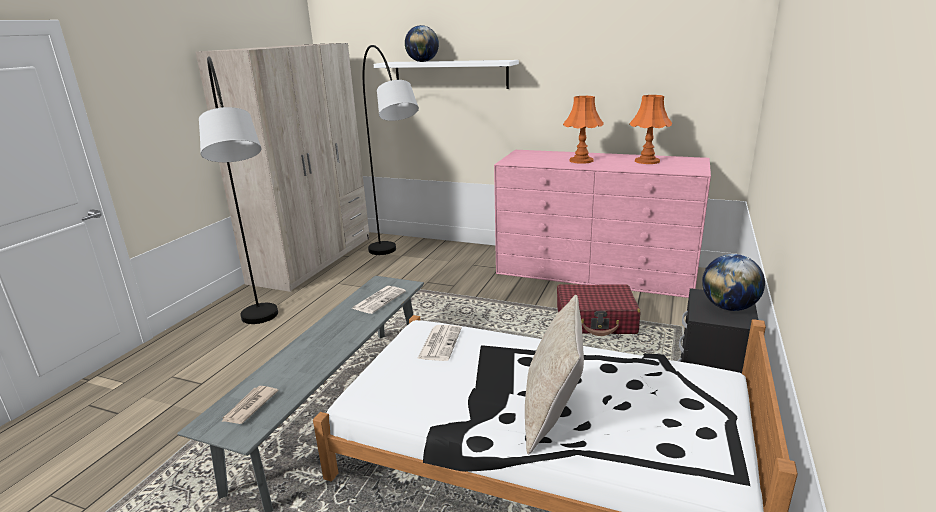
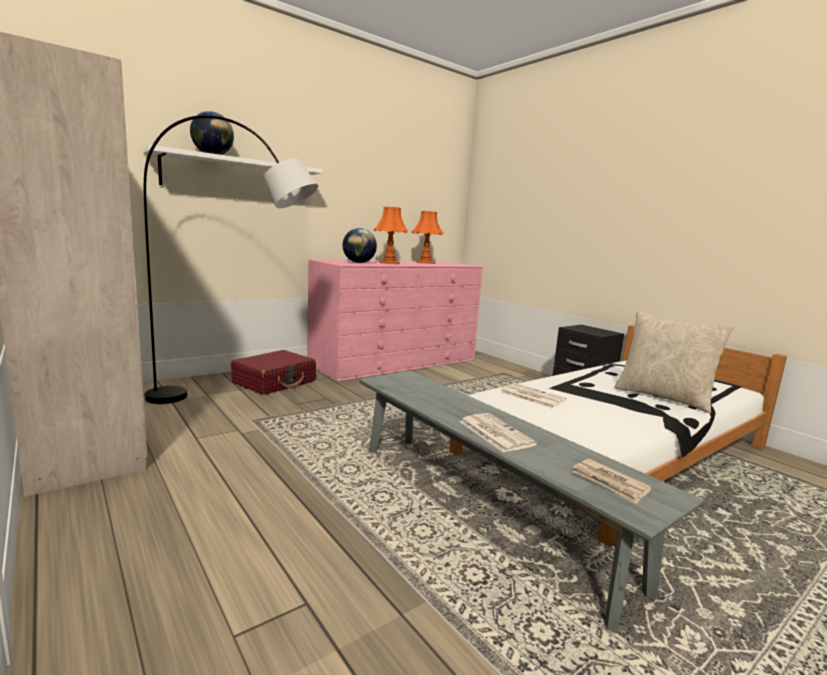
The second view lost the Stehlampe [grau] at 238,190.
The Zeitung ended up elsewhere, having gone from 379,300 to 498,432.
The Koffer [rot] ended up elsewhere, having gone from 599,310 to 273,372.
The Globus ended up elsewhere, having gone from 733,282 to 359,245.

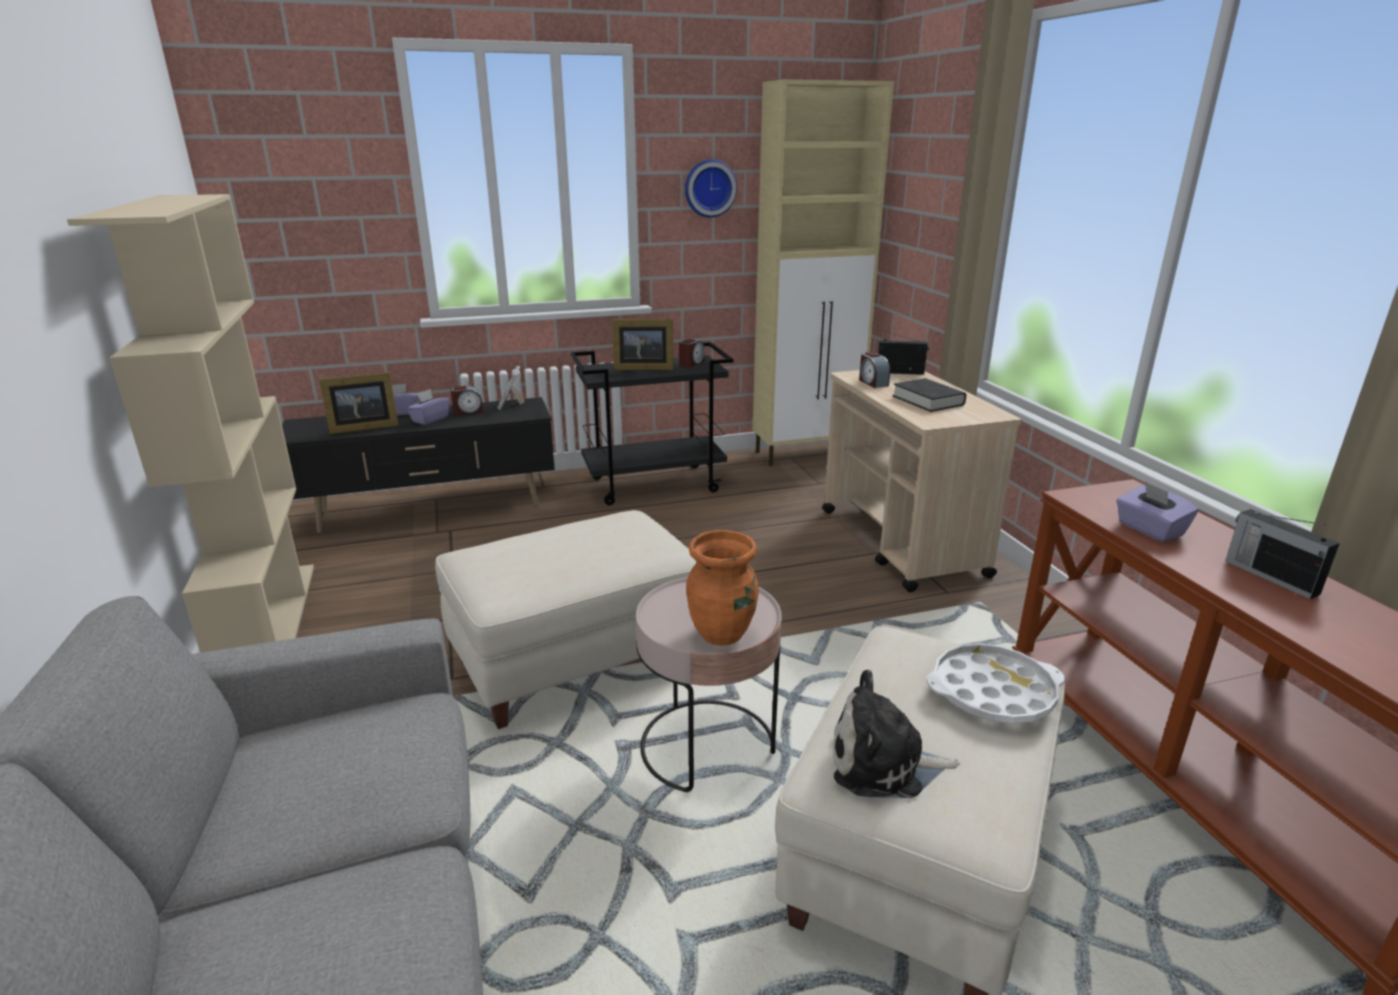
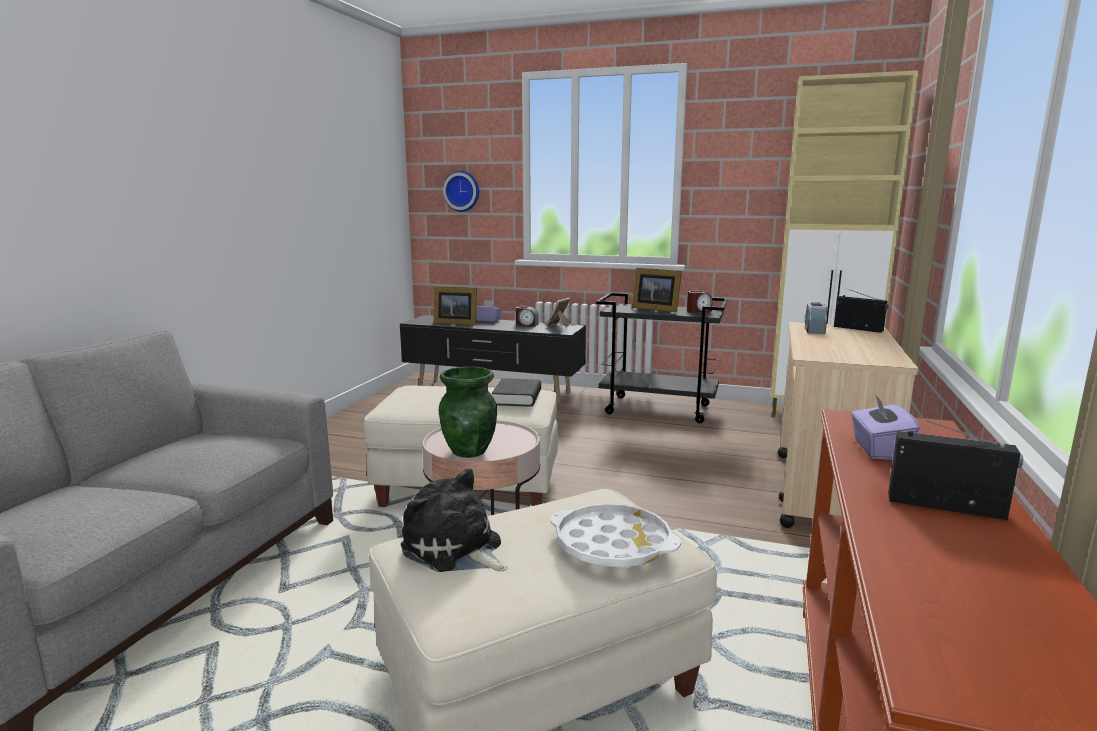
The second view lost the Bücherregal [beige] at 190,423.
The second view lost the Taschentuchbox [lila] at 428,407.
The Wanduhr ended up elsewhere, having gone from 711,188 to 461,191.
The Buch [schwarz] ended up elsewhere, having gone from 929,395 to 516,392.
What was the Vase [orange] at 722,588 turned into the Vase [grün] at 468,412.
The Radio at 1282,554 ended up facing another way, 105 degrees clockwise from before.

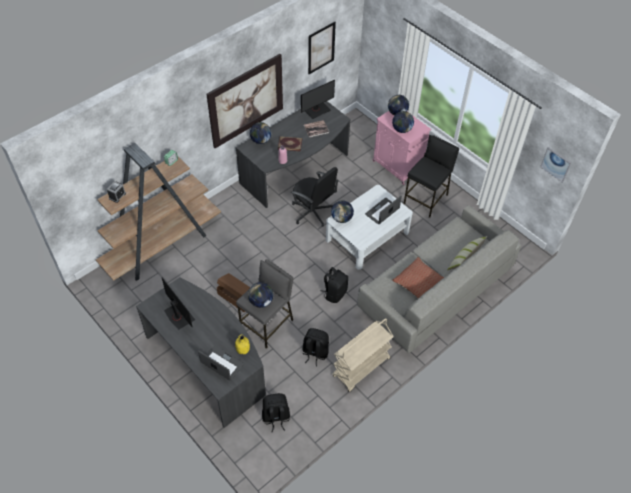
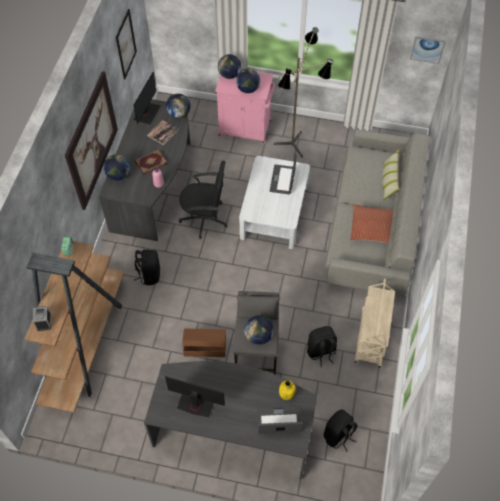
The Rucksack [schwarz] ended up elsewhere, having gone from 334,285 to 147,267.
The Globus ended up elsewhere, having gone from 342,211 to 178,106.
Where the Hocker [schwarz] stood at 431,176, the Stehlampe came to stand at 303,92.

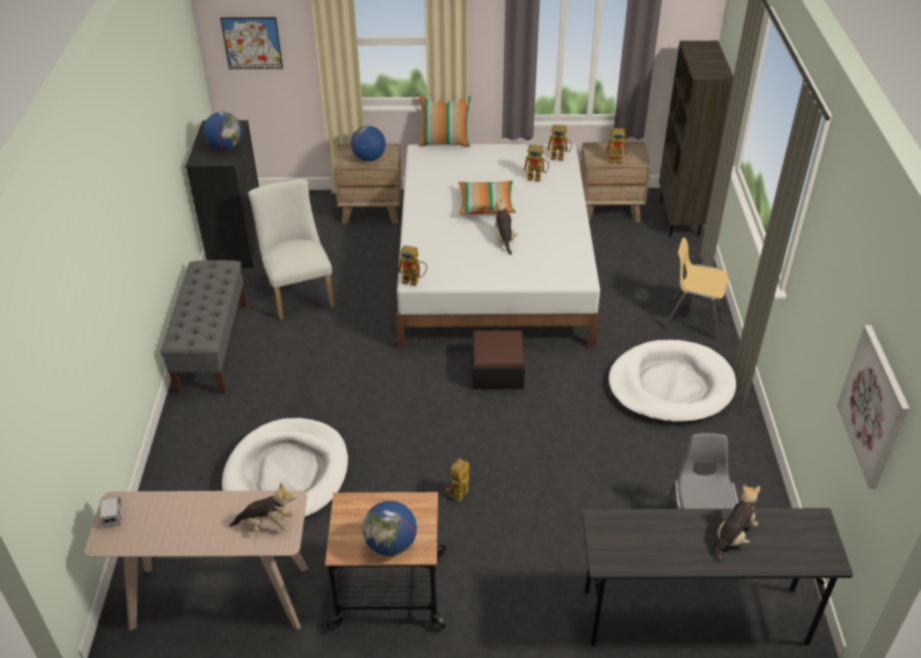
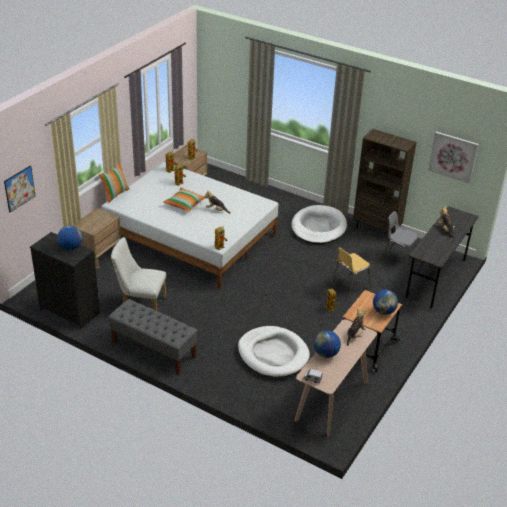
The second view lost the Polsterhocker at 498,359.
The Globus ended up elsewhere, having gone from 368,143 to 327,344.
The Bücherregal [braun] ended up elsewhere, having gone from 696,139 to 384,185.
The Stuhl [gelb] ended up elsewhere, having gone from 696,288 to 350,273.

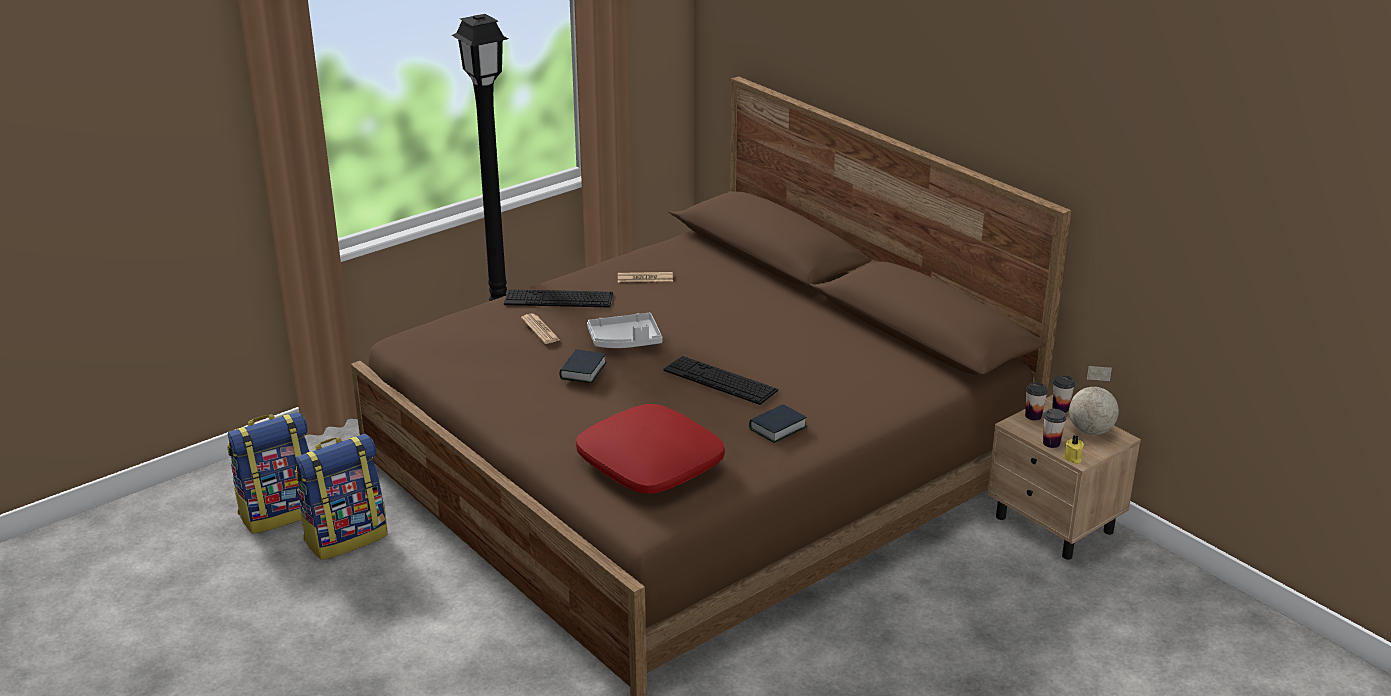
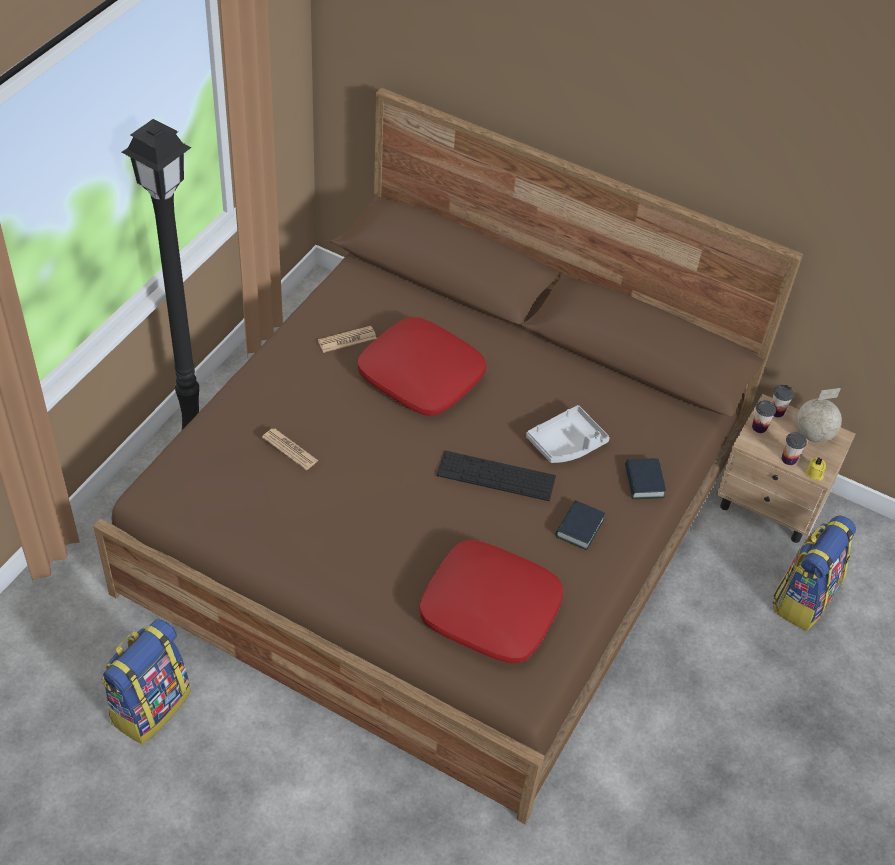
The second view lost the Tastatur at 558,298.
The second view gained the Kissen [rot] at 422,366.
The Rucksack ended up elsewhere, having gone from 268,473 to 814,573.
The Buch ended up elsewhere, having gone from 583,366 to 645,478.
The Tablett [grau] ended up elsewhere, having gone from 625,330 to 568,434.

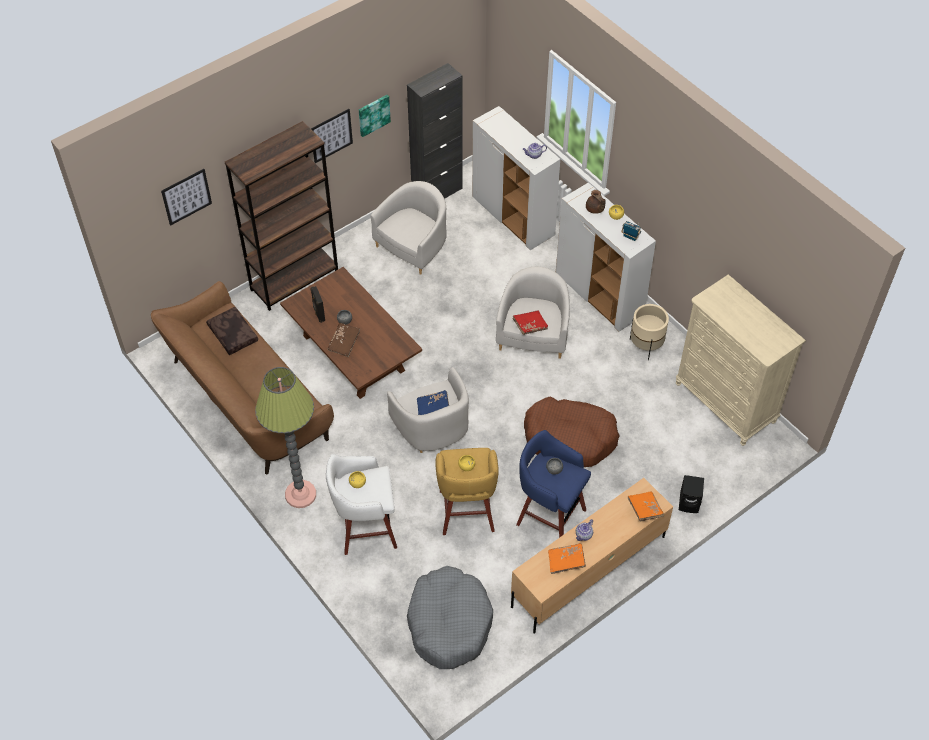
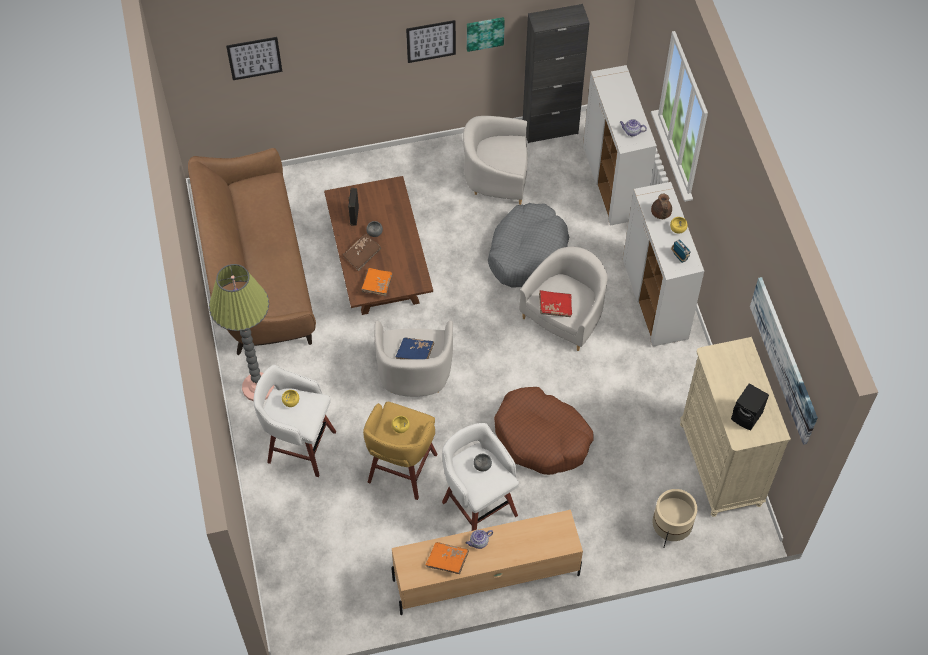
The second view lost the Kissen [braun] at 232,331.
The second view lost the Bücherregal [braun] at 281,216.
The second view gained the Bild at 784,361.
The Hundebett [grau] ended up elsewhere, having gone from 450,617 to 528,245.
The Buch [orange] ended up elsewhere, having gone from 646,506 to 377,282.
The Pflanzkübel [beige] ended up elsewhere, having gone from 649,332 to 674,518.
The Lautsprecher [schwarz] ended up elsewhere, having gone from 691,494 to 750,406.
What was the Hocker [blau] at 553,484 turned into the Hocker [weiß] at 480,477.
The Sessel [weiß] at 408,228 ended up facing another way, 150 degrees counterclockwise from before.

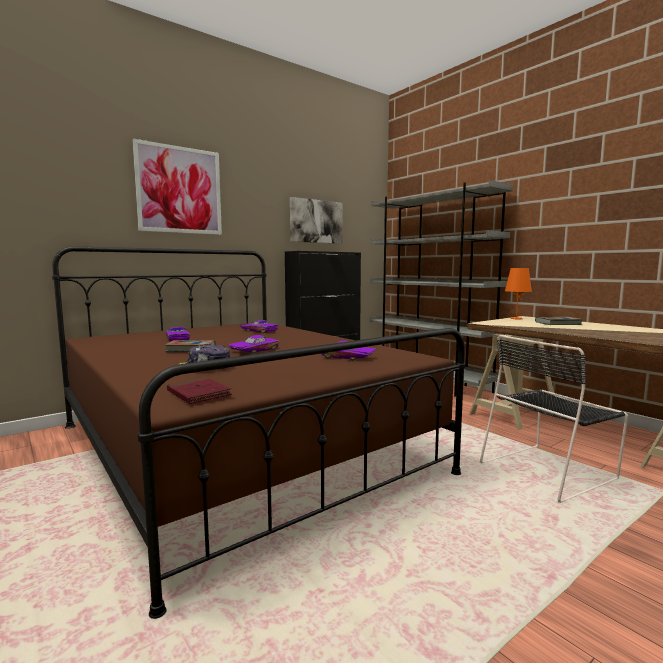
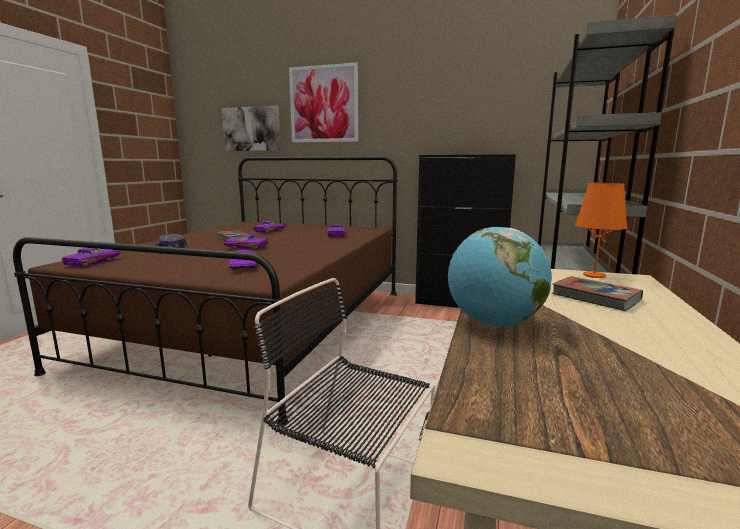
The second view gained the Globus at 500,277.
The Bild ended up elsewhere, having gone from 316,220 to 251,128.
Where the Buch [rot] stood at 199,390, the Spielzeugauto [lila] came to stand at 91,257.

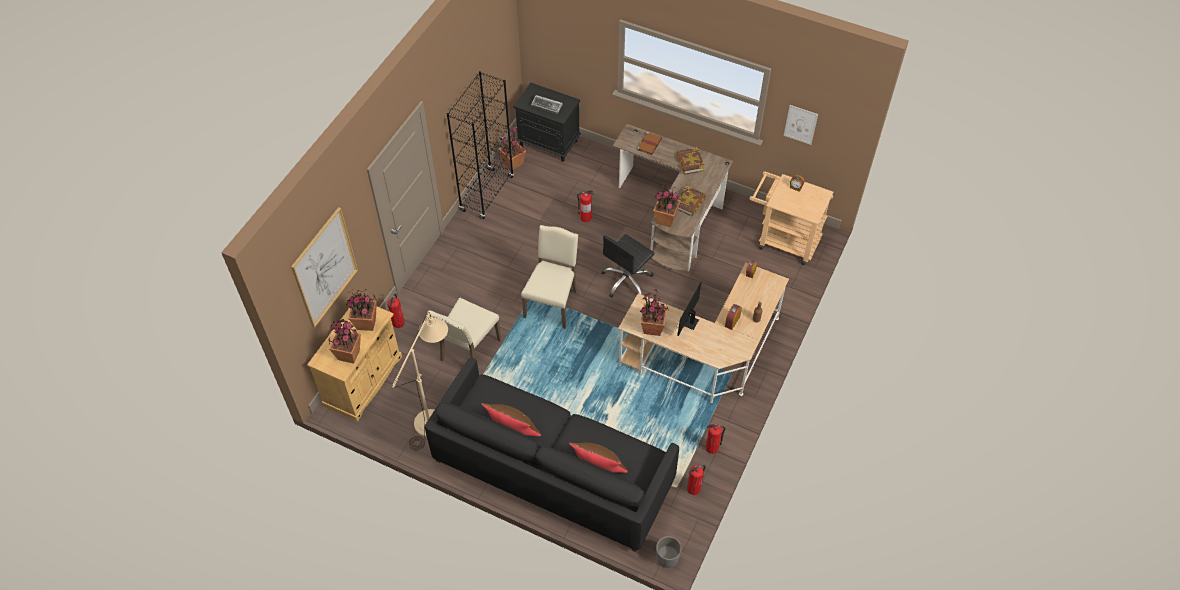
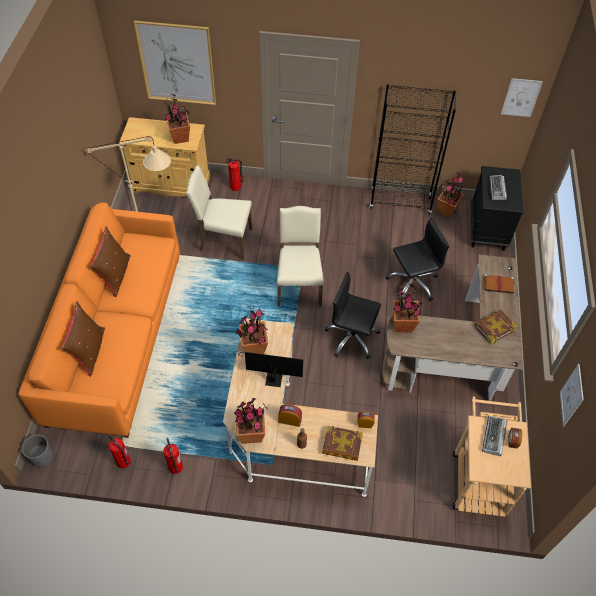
The second view gained the Tastatur at 494,436.
The second view gained the Bild at 522,97.
The Topfpflanze ended up elsewhere, having gone from 345,341 to 250,421.
The Buch ended up elsewhere, having gone from 691,201 to 342,443.
Where the Feuerlöscher stood at 585,206, the Bürostuhl [schwarz] came to stand at 417,259.
What was the Sofa [schwarz] at 552,455 turned into the Sofa [orange] at 99,320.
The Stuhl [beige] at 549,277 ended up facing another way, 90 degrees counterclockwise from before.

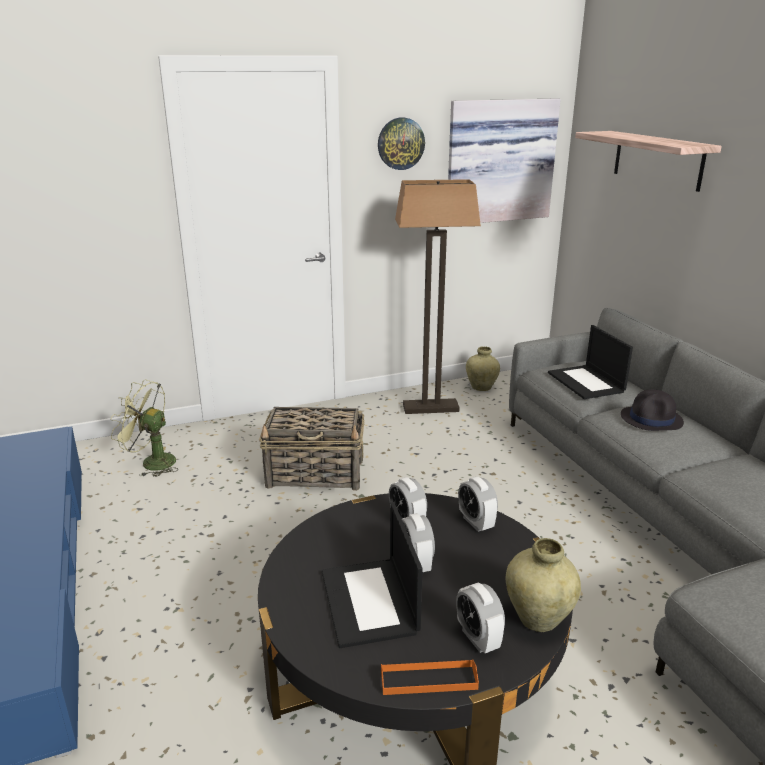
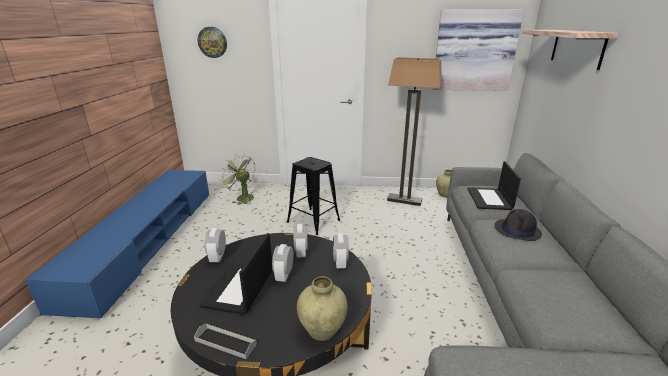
The Wanduhr ended up elsewhere, having gone from 401,143 to 212,42.
The Wecker ended up elsewhere, having gone from 480,618 to 215,245.
Where the Korb stood at 311,449, the Hocker [schwarz] came to stand at 313,196.
What was the Tablett [orange] at 430,677 turned into the Tablett [grau] at 225,341.

